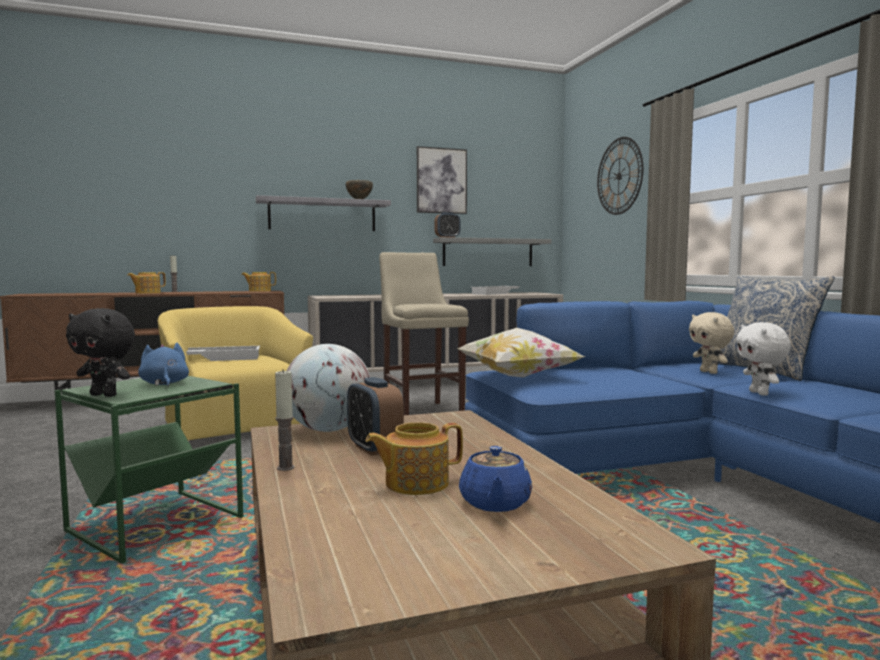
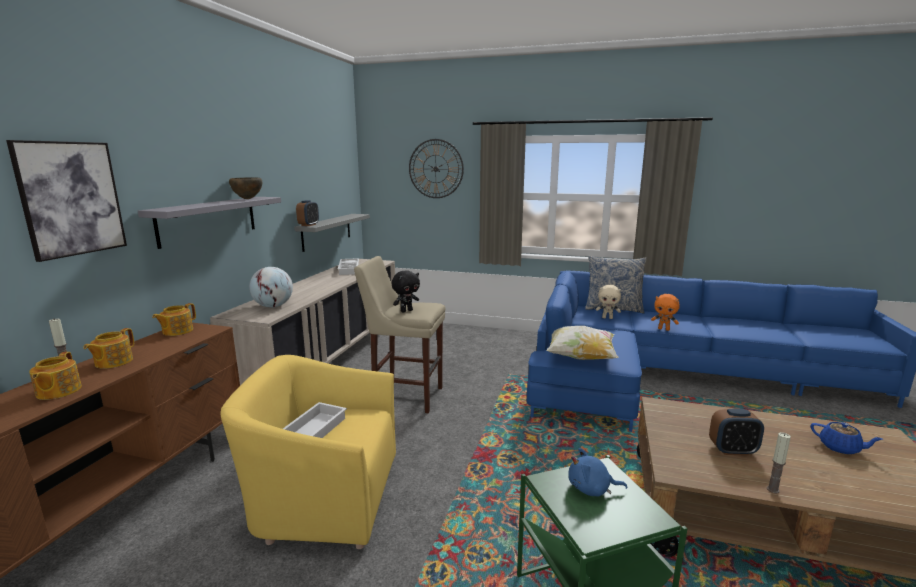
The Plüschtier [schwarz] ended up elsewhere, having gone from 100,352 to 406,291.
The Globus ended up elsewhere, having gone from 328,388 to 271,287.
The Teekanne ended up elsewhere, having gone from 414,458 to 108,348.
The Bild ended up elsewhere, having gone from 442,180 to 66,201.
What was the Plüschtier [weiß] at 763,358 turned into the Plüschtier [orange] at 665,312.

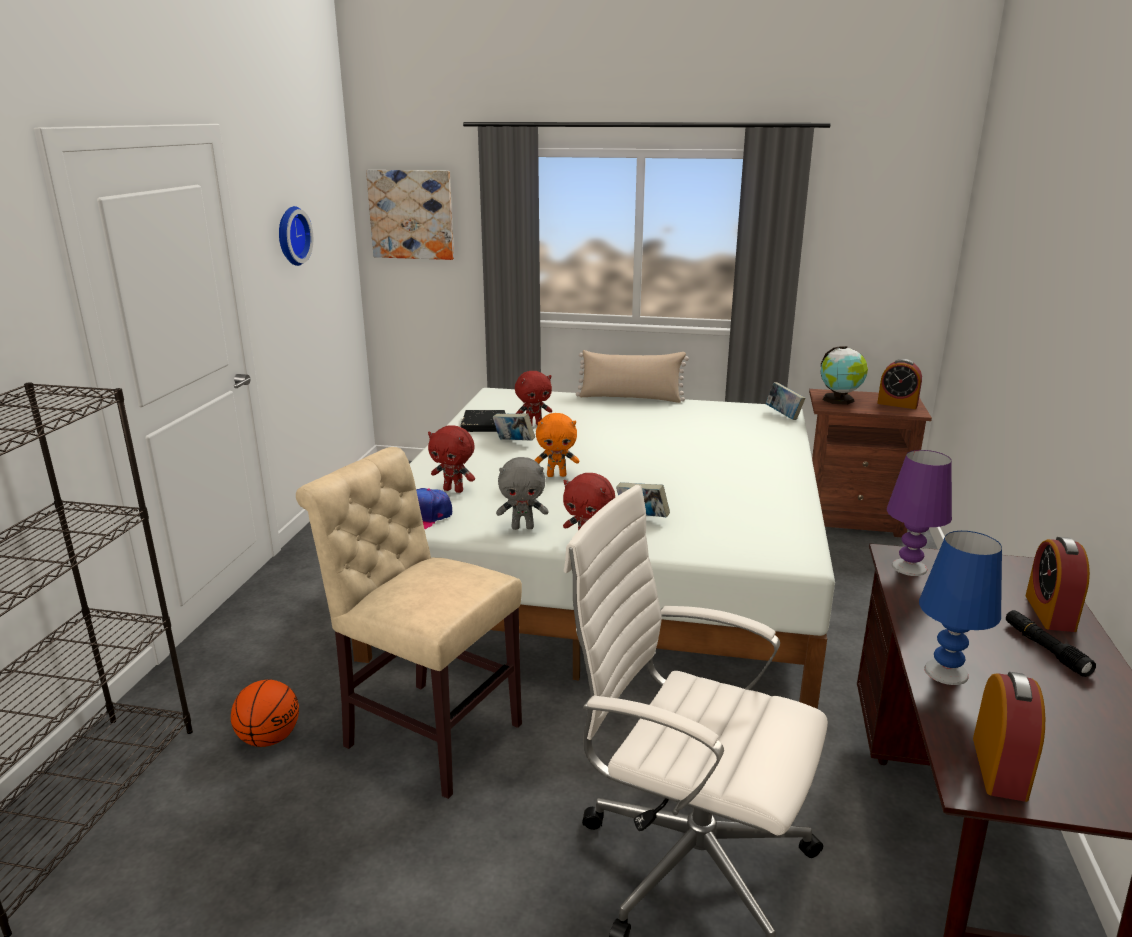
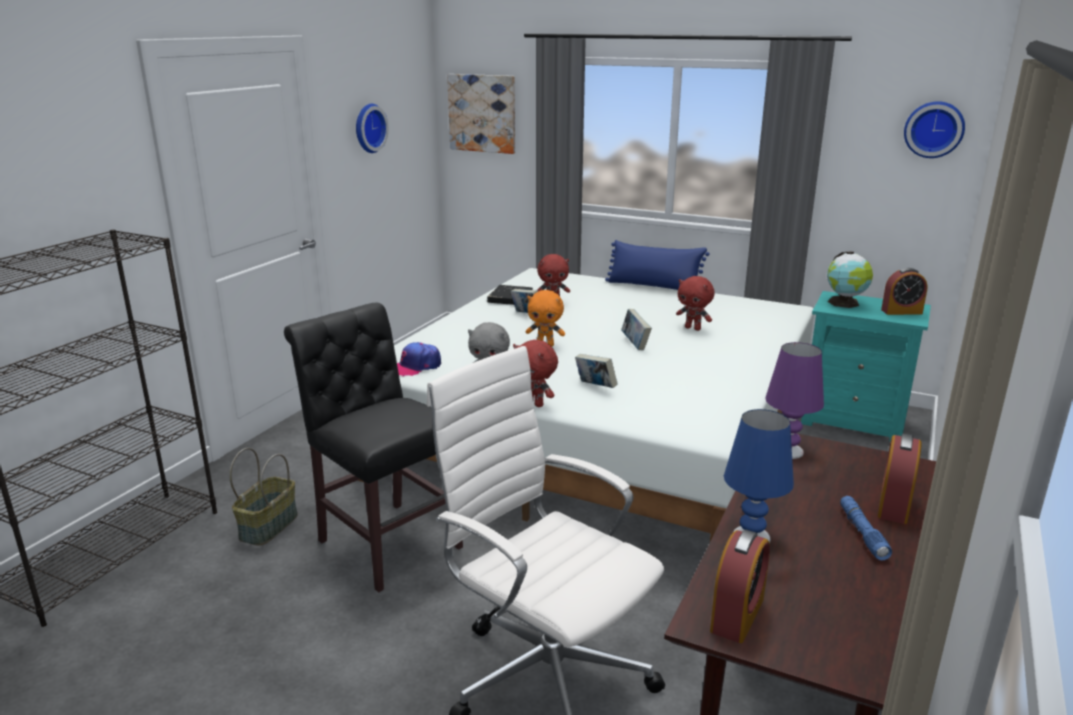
The second view gained the Wanduhr at 934,129.
The Plüschtier [rot] ended up elsewhere, having gone from 451,459 to 695,303.
The Buch ended up elsewhere, having gone from 785,401 to 636,329.
Where the Basketball stood at 265,713, the Korb came to stand at 264,497.
What was the Stuhl [beige] at 409,623 turned into the Stuhl [schwarz] at 373,447.
What was the Kissen [beige] at 632,376 turned into the Kissen [blau] at 657,265.
What was the Nachttisch [braun] at 870,463 turned into the Nachttisch [türkis] at 866,366.
What was the Taschenlampe [schwarz] at 1051,643 turned into the Taschenlampe [blau] at 866,528.
The Wecker at 899,384 ended up facing another way, 45 degrees counterclockwise from before.

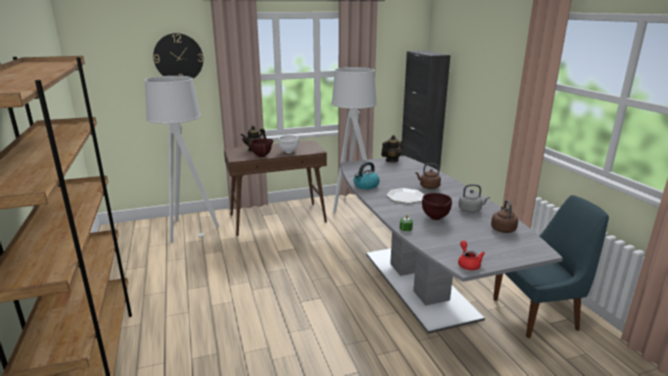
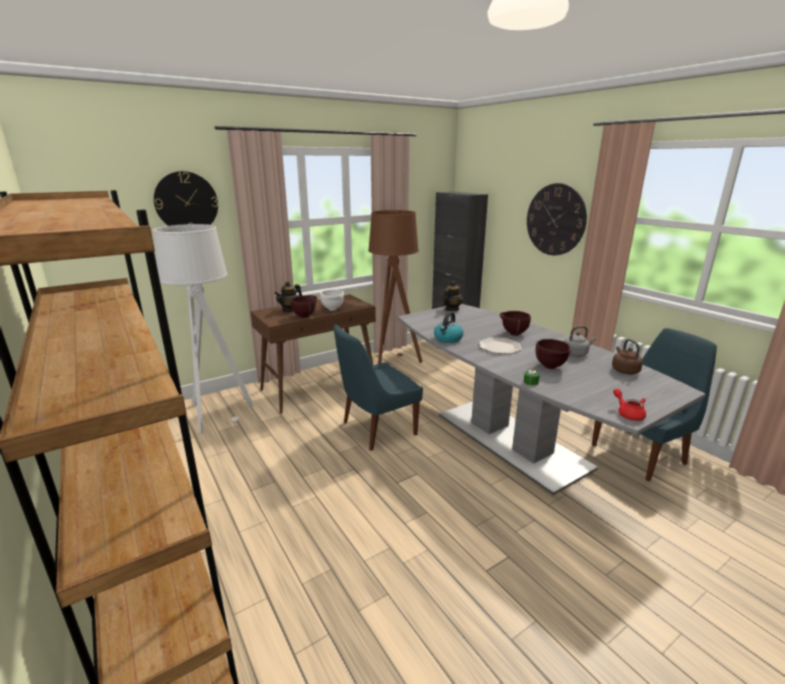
The second view gained the Stuhl [blau] at 378,387.
The second view gained the Wanduhr at 557,219.
Where the Wasserkessel [braun] stood at 428,176, the Schüssel [braun] came to stand at 515,323.
What was the Stehlampe [grau] at 354,139 turned into the Stehlampe [braun] at 395,287.

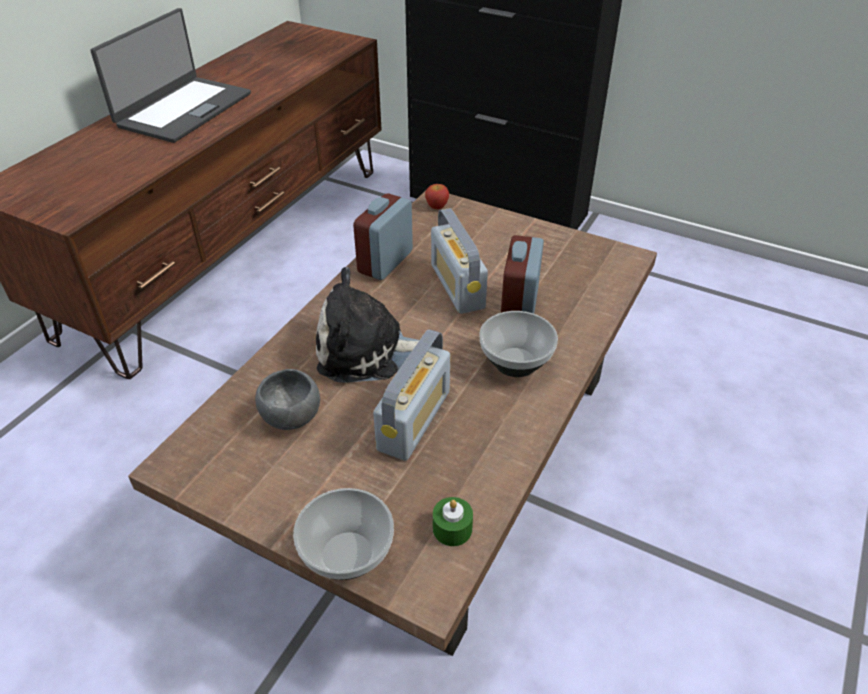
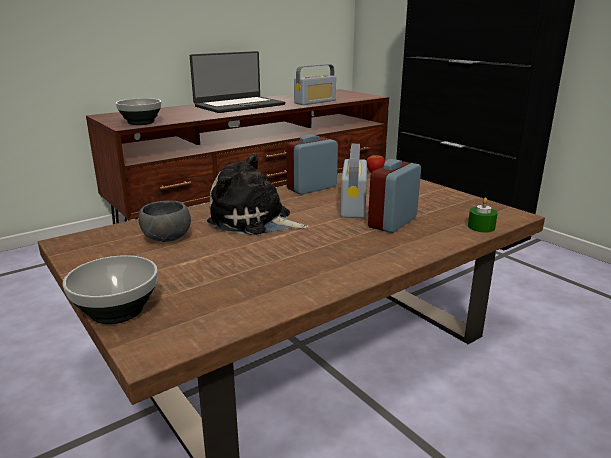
The Radio ended up elsewhere, having gone from 411,395 to 315,84.
The Kerze [grün] ended up elsewhere, having gone from 453,521 to 483,215.
The Schüssel ended up elsewhere, having gone from 518,344 to 138,111.

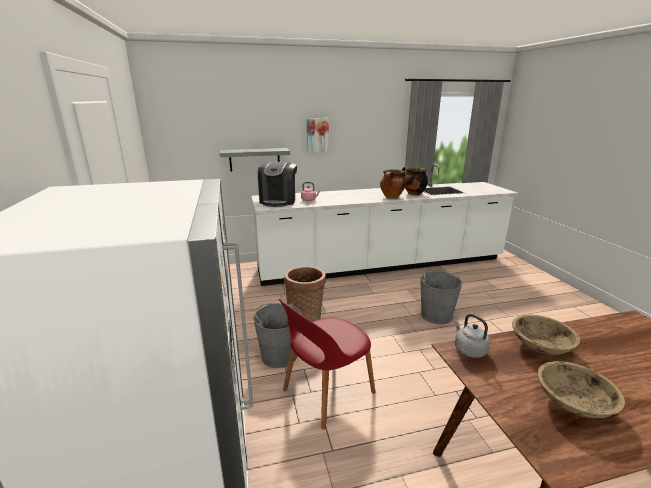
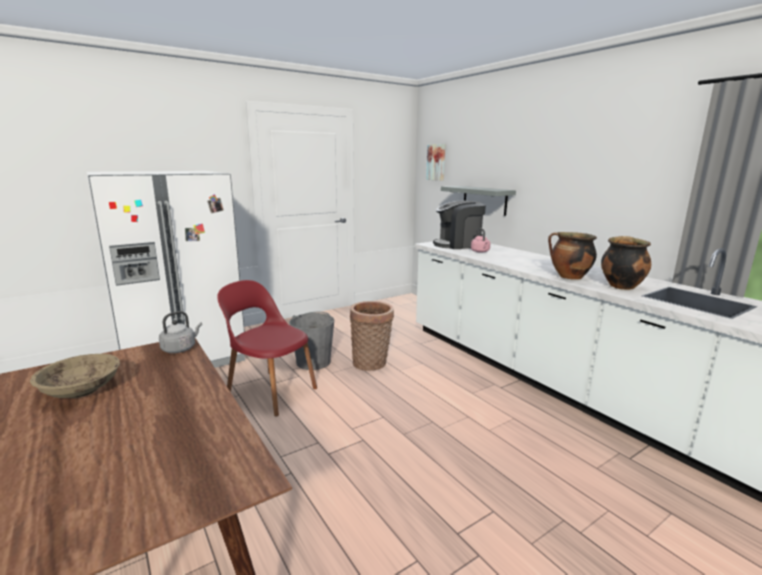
The second view lost the Eimer [grau] at 441,297.
The second view lost the Schüssel [beige] at 546,335.
The Bild ended up elsewhere, having gone from 318,135 to 435,162.

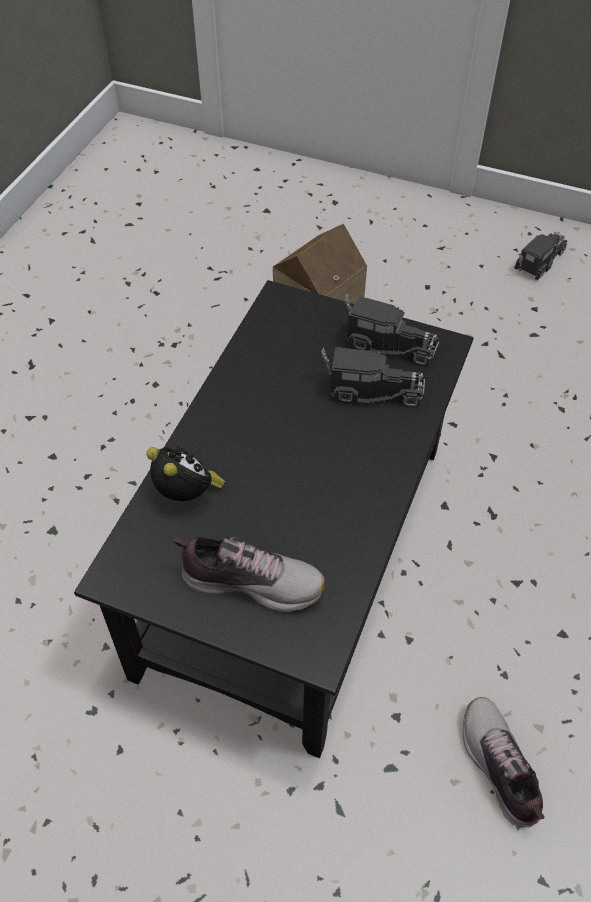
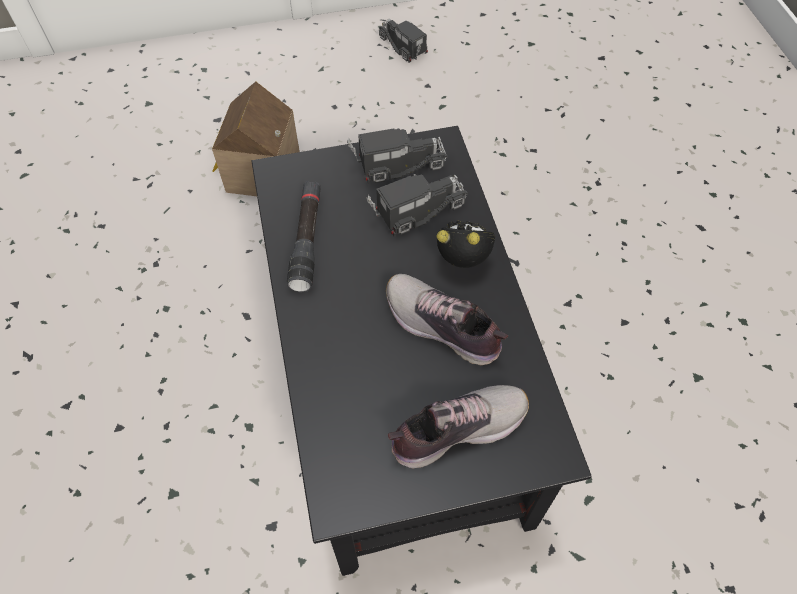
The second view gained the Taschenlampe [schwarz] at 304,236.
The Wecker ended up elsewhere, having gone from 185,473 to 466,244.
The Schuh ended up elsewhere, having gone from 504,762 to 447,319.
The Spielzeuglaster at 540,255 ended up facing another way, 45 degrees counterclockwise from before.

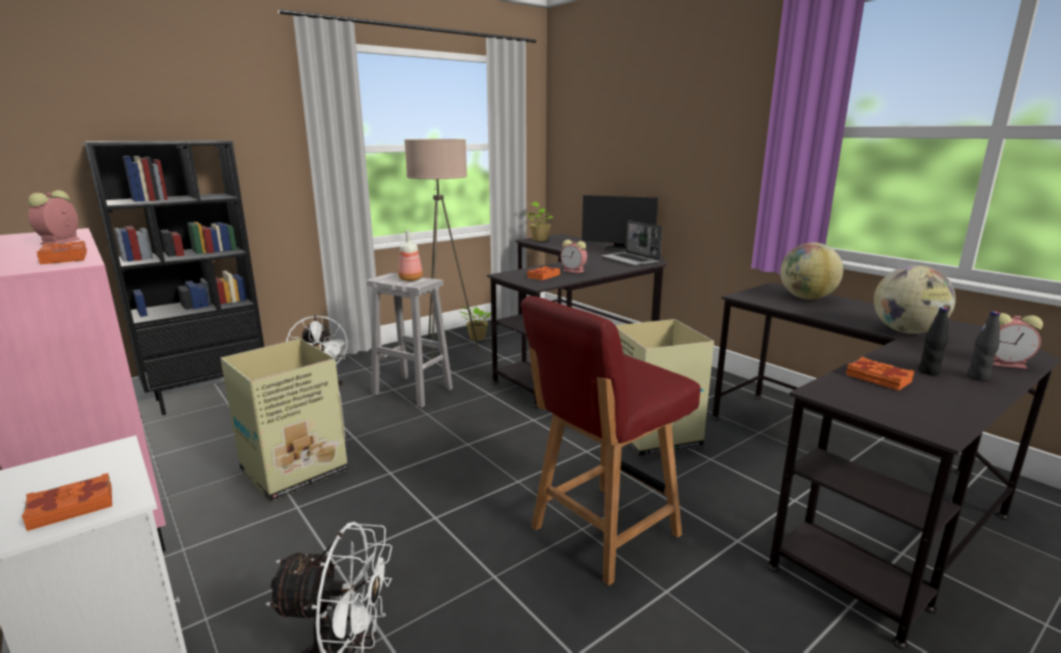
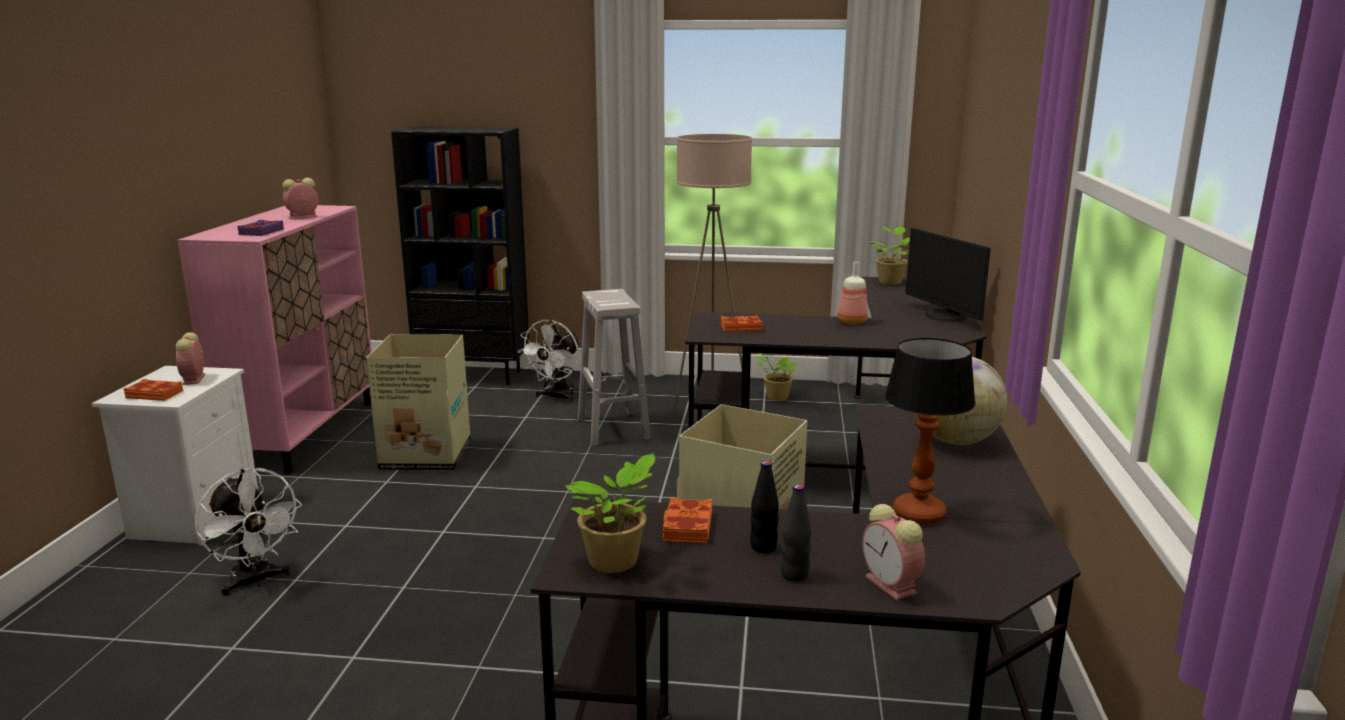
The second view lost the Stuhl [rot] at 611,441.
The second view lost the Laptop at 631,243.
The second view gained the Topfpflanze at 609,513.
The Flasche ended up elsewhere, having gone from 410,255 to 852,293.
The Wecker ended up elsewhere, having gone from 574,256 to 190,358.
Where the Globus stood at 915,299, the Tischlampe came to stand at 930,431.
What was the Buch [orange] at 61,253 turned into the Buch [lila] at 260,228.

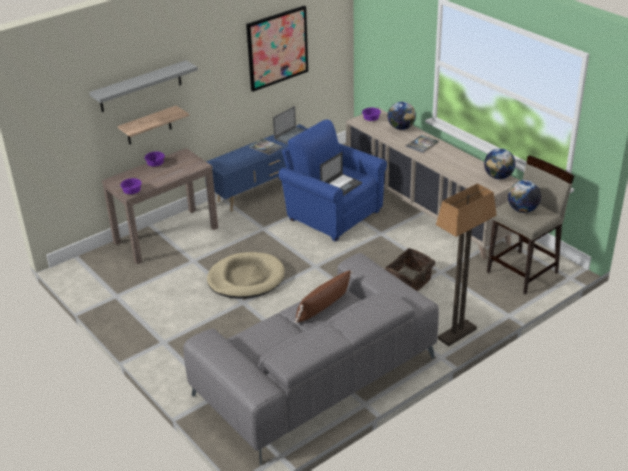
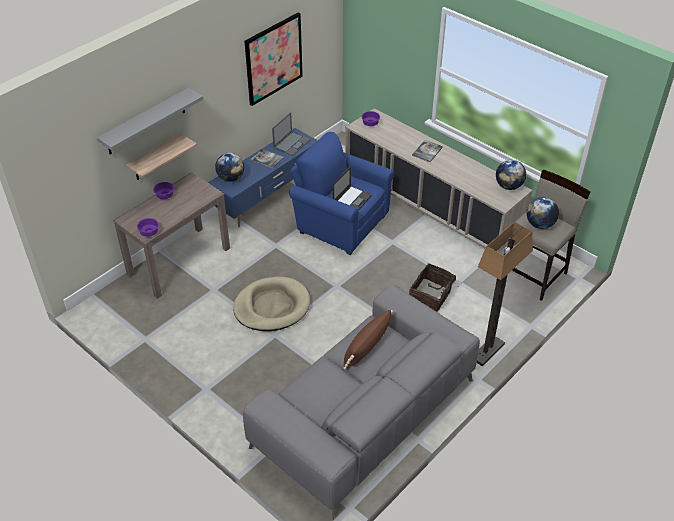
The Globus ended up elsewhere, having gone from 402,116 to 229,167.

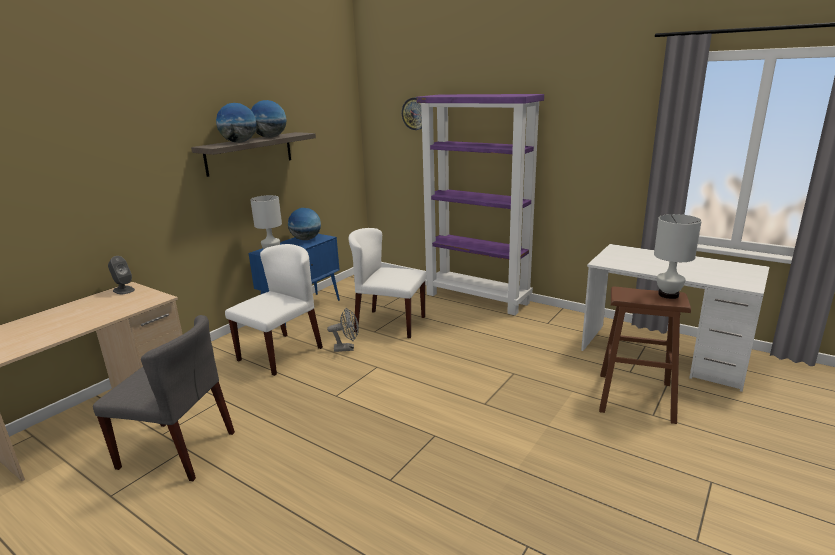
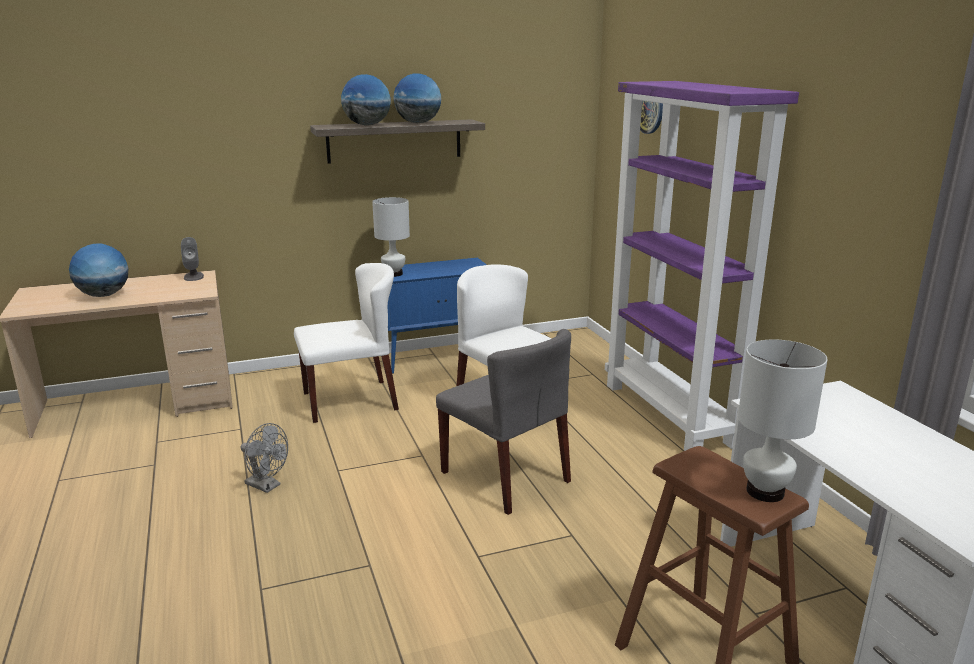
The Stuhl [grau] ended up elsewhere, having gone from 164,398 to 503,422.
The Globus ended up elsewhere, having gone from 304,224 to 98,270.
The Ventilator [grau] ended up elsewhere, having gone from 343,330 to 264,458.

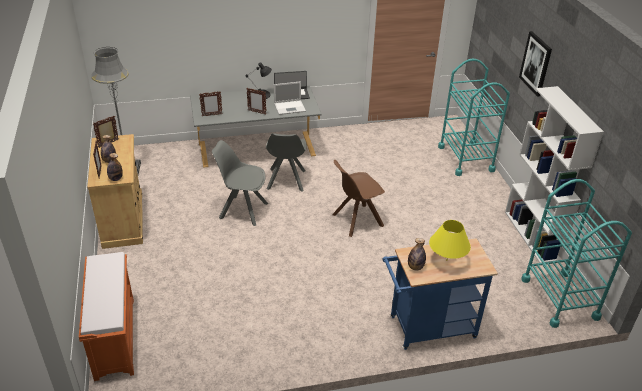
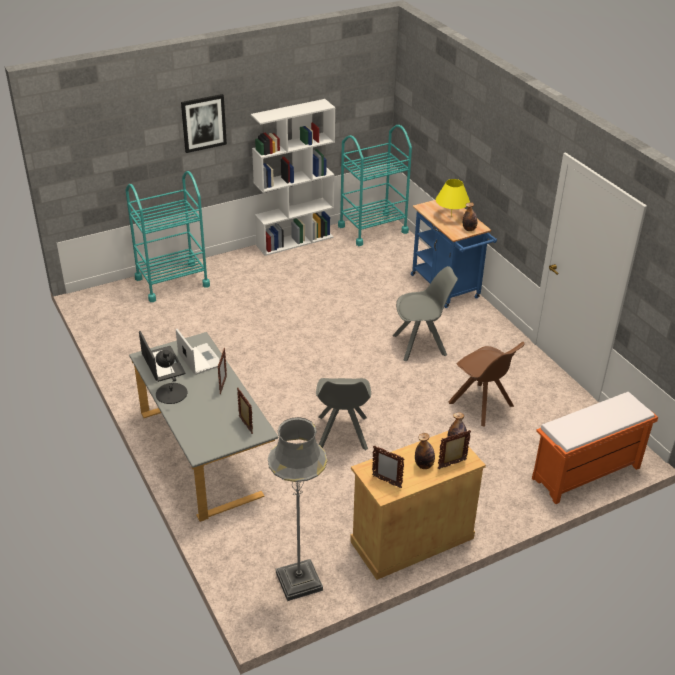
The Stuhl [grau] ended up elsewhere, having gone from 286,162 to 425,313.
The Stuhl [braun] ended up elsewhere, having gone from 358,198 to 486,384.

